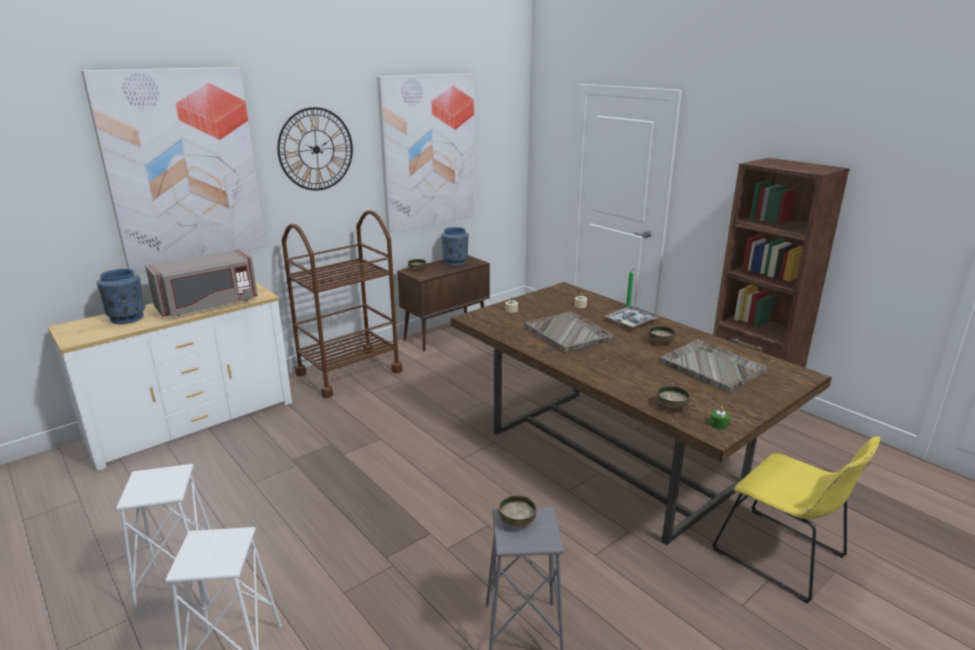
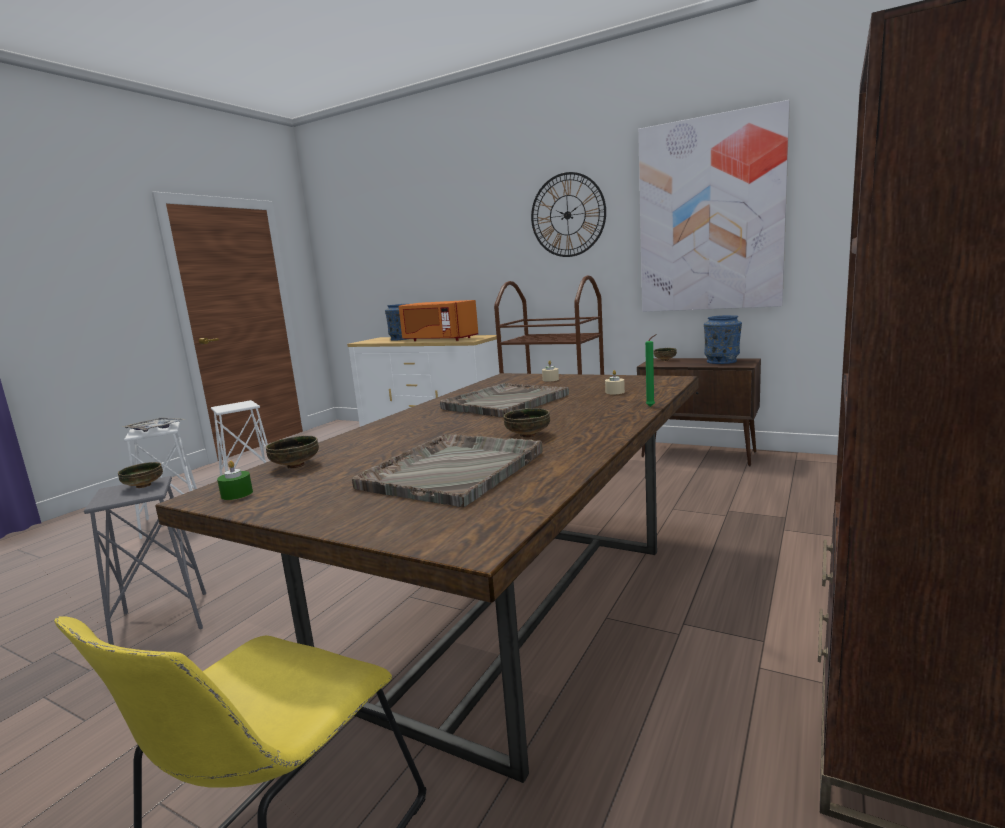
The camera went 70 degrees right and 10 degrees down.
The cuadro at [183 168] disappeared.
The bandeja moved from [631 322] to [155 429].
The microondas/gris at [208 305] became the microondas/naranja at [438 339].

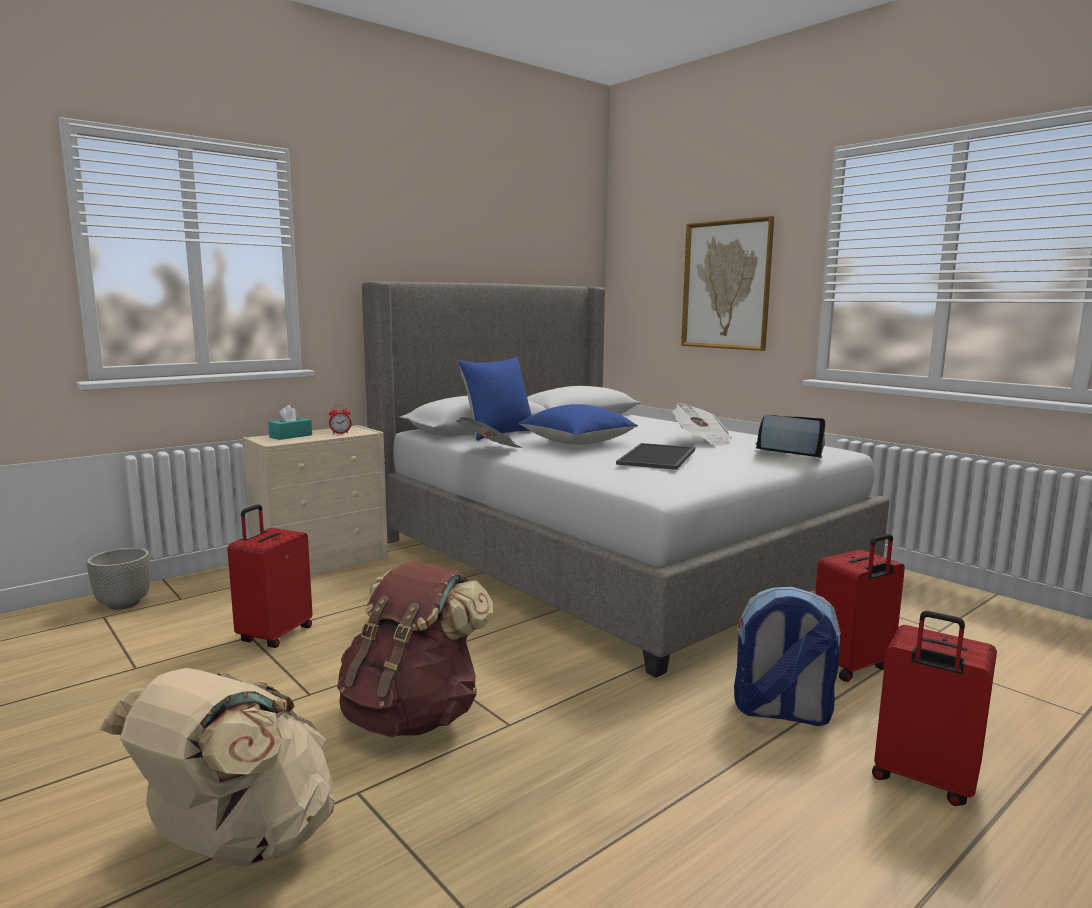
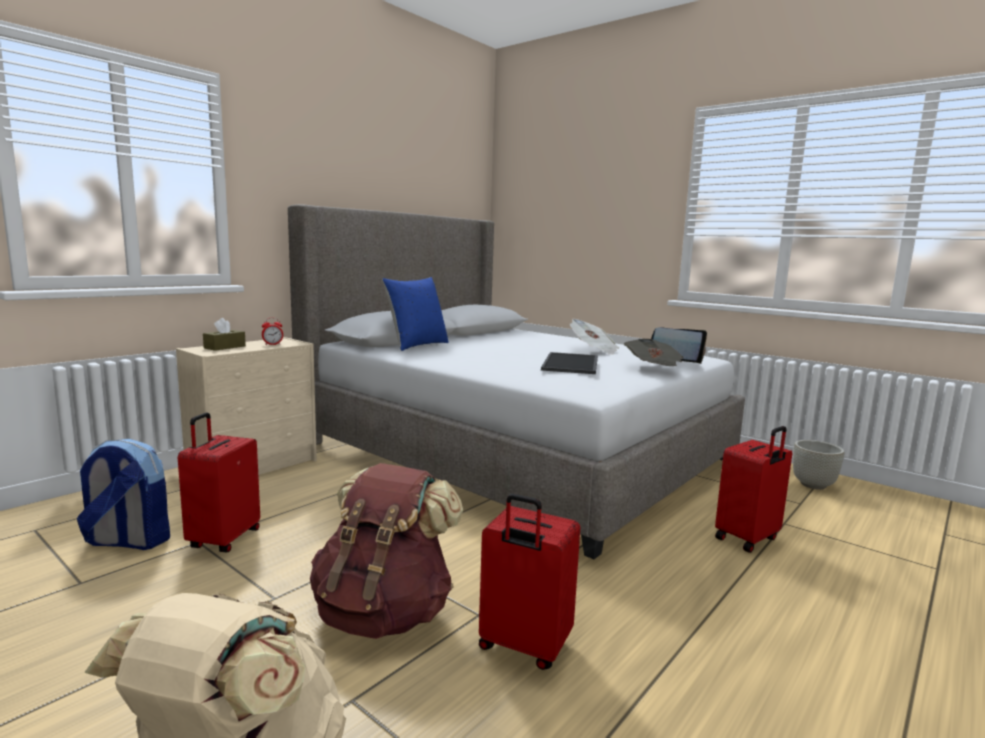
The camera went 10 degrees left and 0 degrees up.
The cojín/azul at [577 443] disappeared.
The cuadro at [726 285] disappeared.
The maceta/gris moved from [124 604] to [813 485].
The periódico moved from [490 450] to [654 369].
The mochila moved from [781 712] to [128 541].
The maleta/rojo moved from [923 781] to [523 647].
The caja de pañuelos/turquesa at [291 436] became the caja de pañuelos/marrón at [225 347].

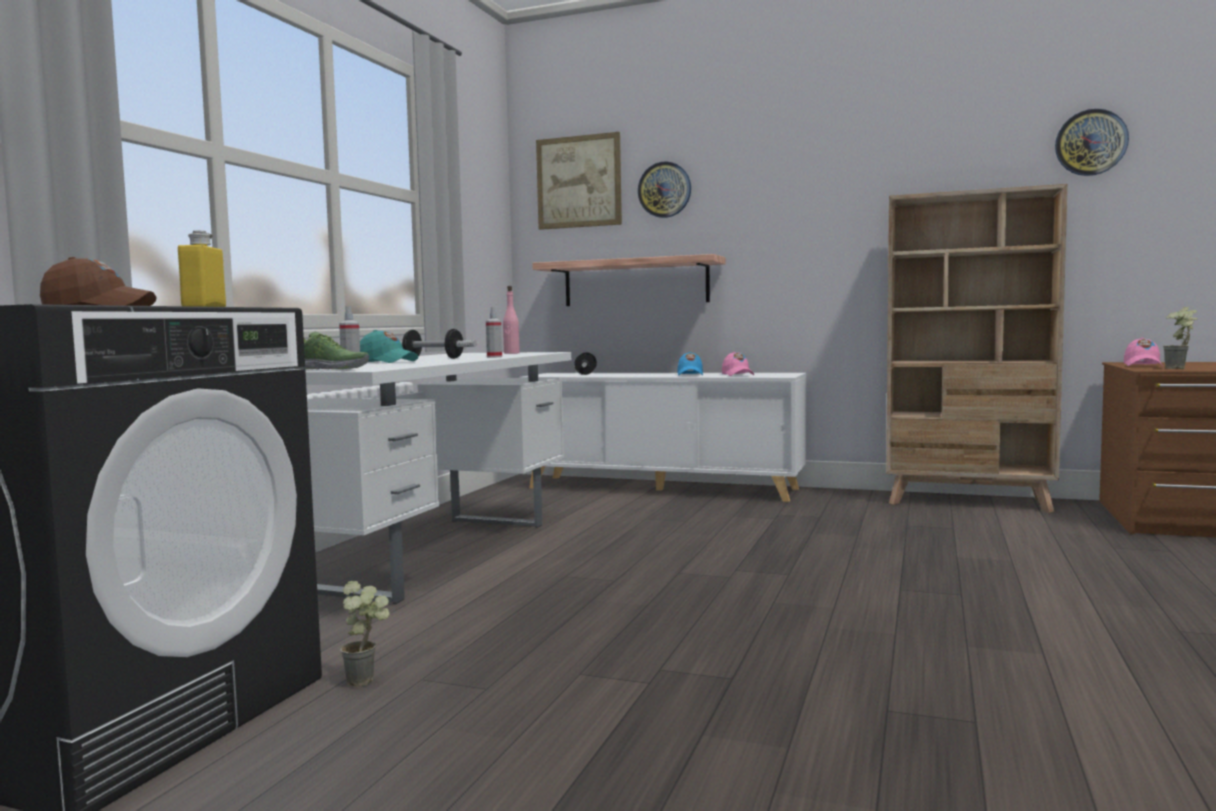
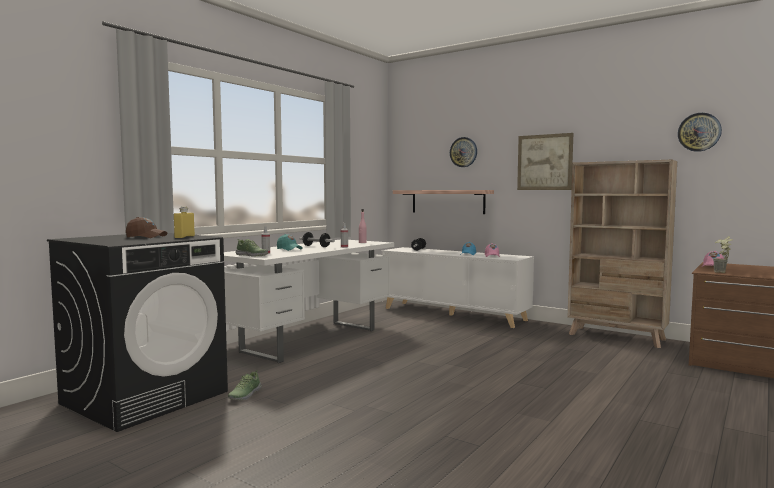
The camera went 15 degrees right and 0 degrees up.
The cuadro moved from [579 182] to [544 162].
The planta en maceta at [368 680] was replaced by the zapato at [244 395].

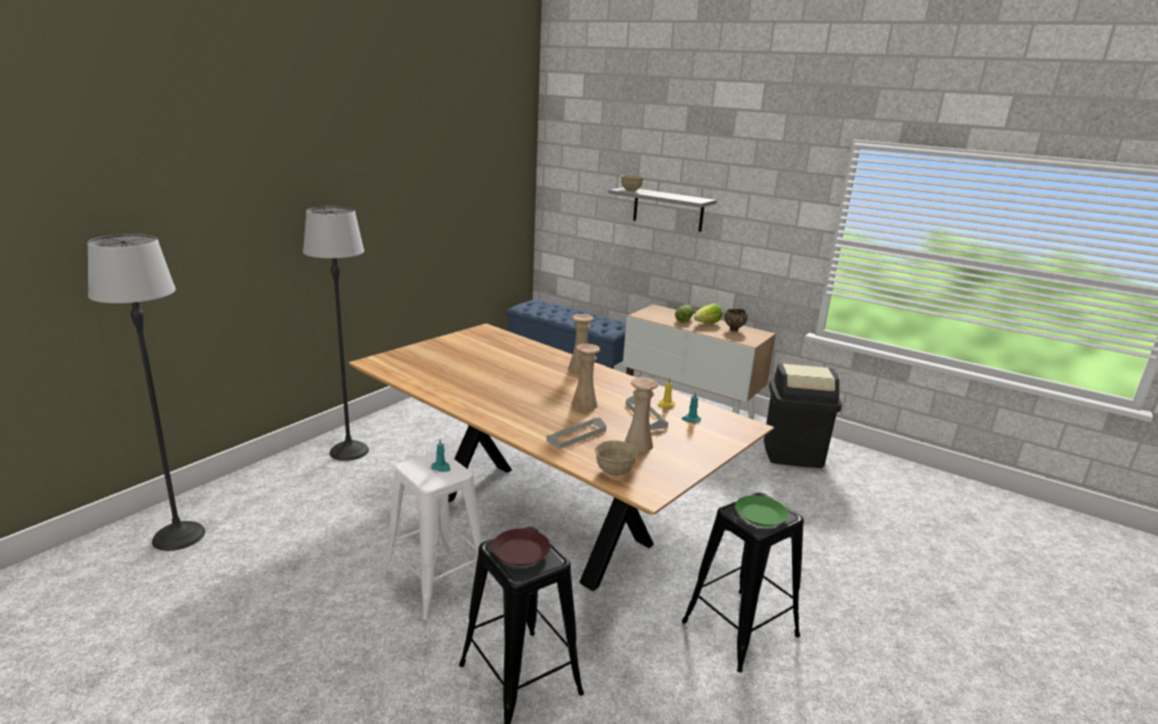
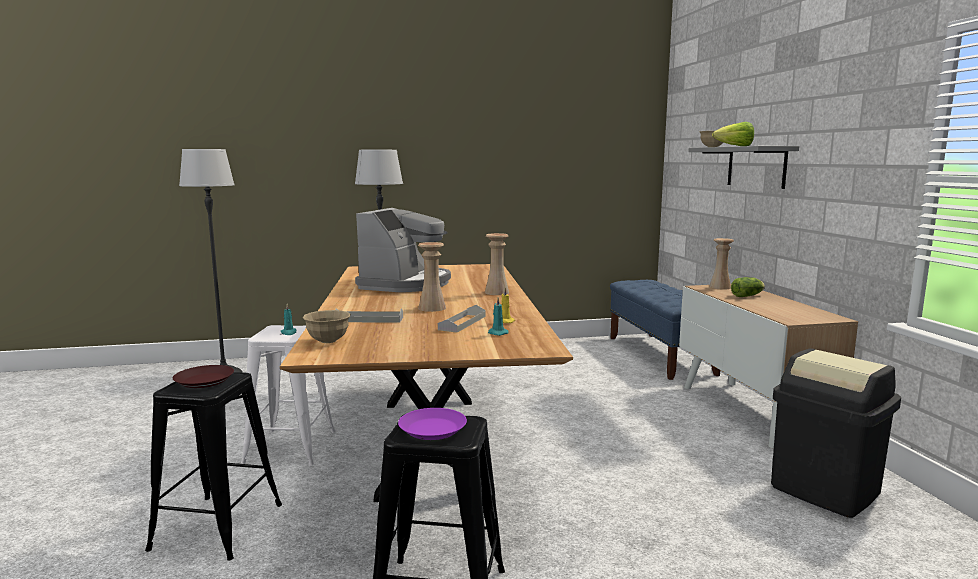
The camera went 45 degrees right and 10 degrees down.
The cuenco/marrón at [733 330] disappeared.
The cafetera at [406 284] appeared.
The florero/beis moved from [638 445] to [720 287].
The lechuga moved from [706 324] to [735 146].
The plato/verde at [760 515] became the plato/morado at [432 429].

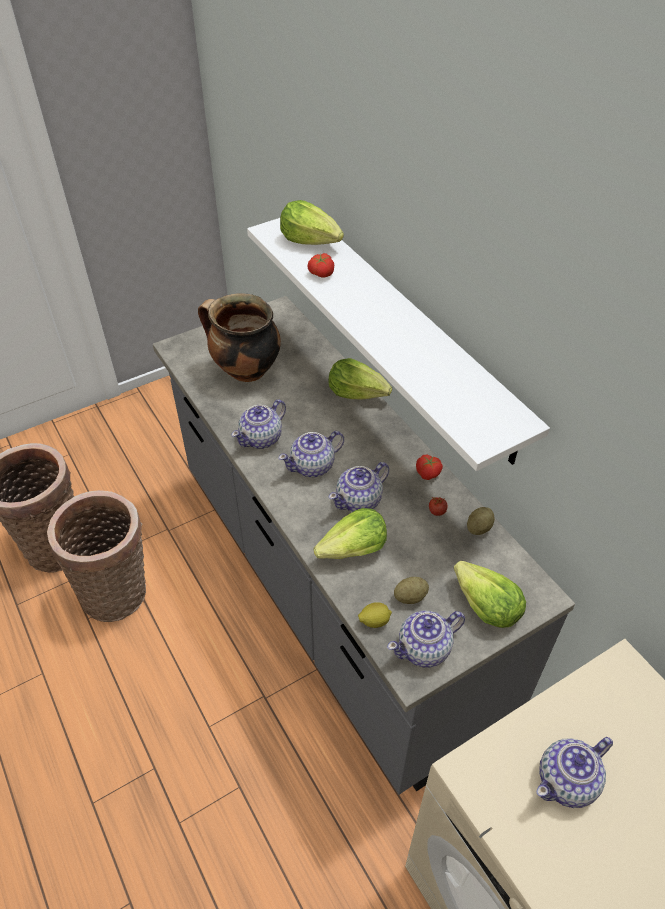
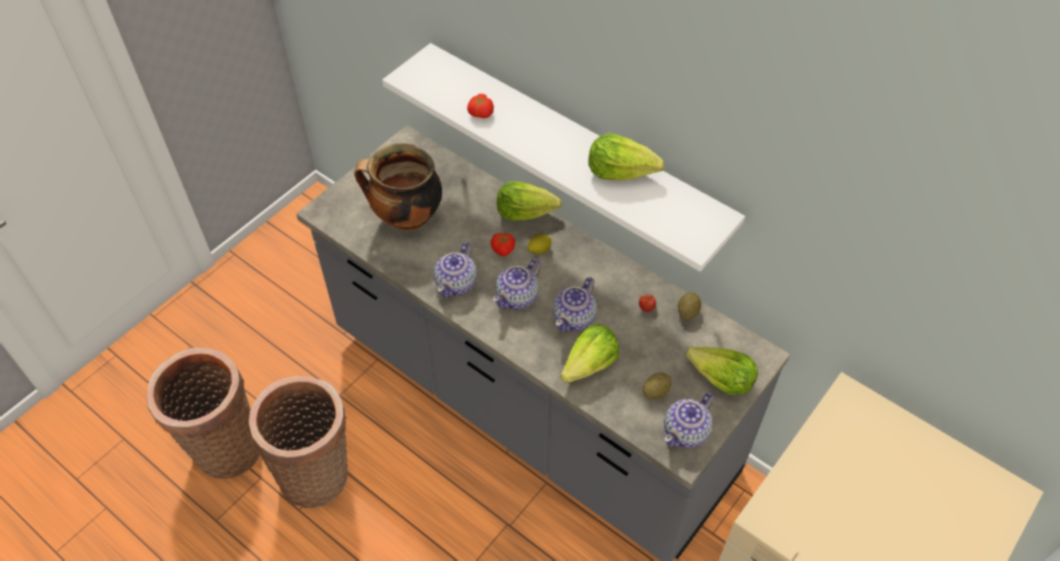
The camera went 20 degrees left and 5 degrees up.
The tetera at [567 781] disappeared.
The lechuga moved from [311 241] to [621 171].
The limón moved from [374 621] to [539 250].
The tomate moved from [428 472] to [503 249].

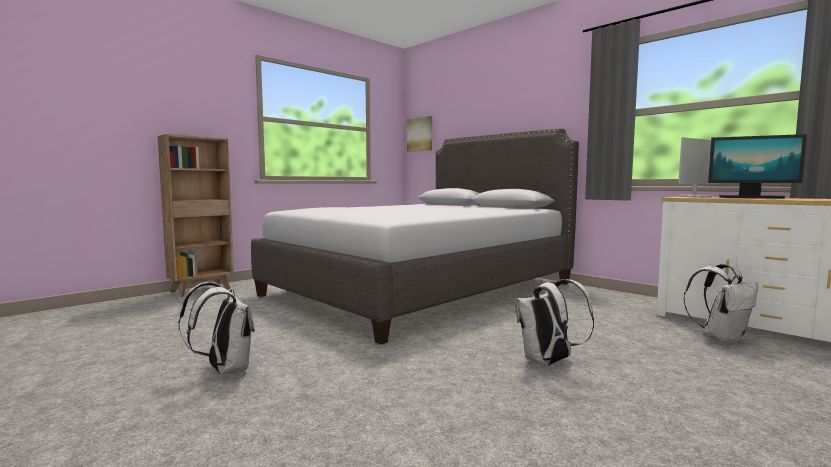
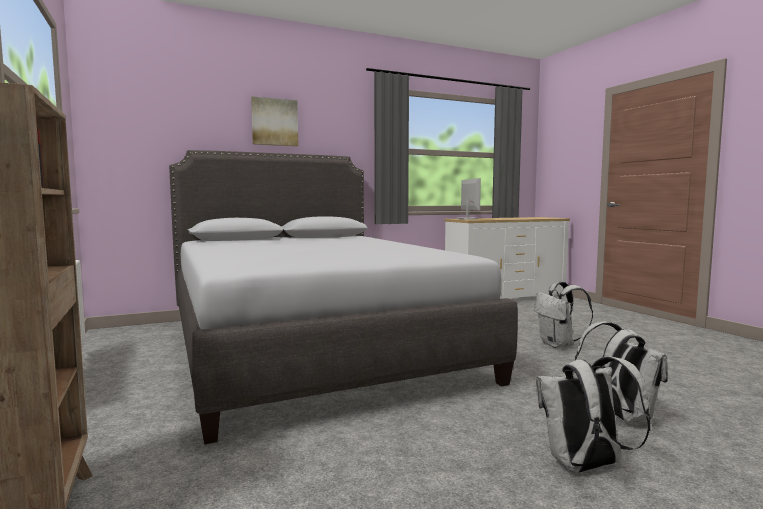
The camera went 70 degrees left and 0 degrees up.
The monitor at [752 197] disappeared.
The cuadro moved from [420 134] to [274 122].
The mochila/blanco moved from [721 339] to [620 416].

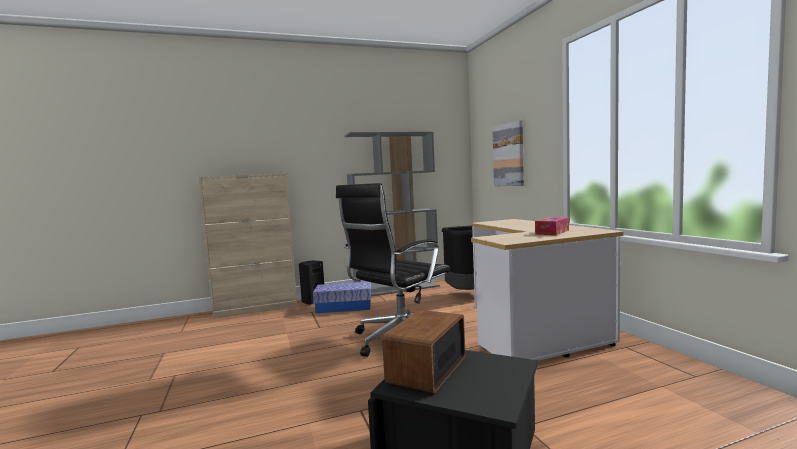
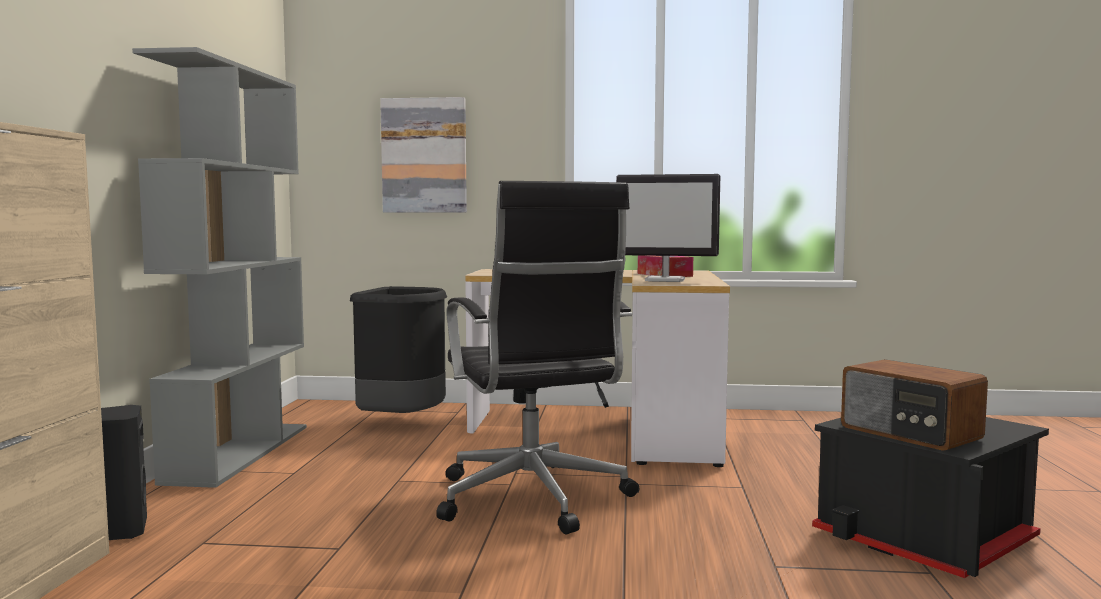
The camera went 65 degrees left and 0 degrees up.
The caja de almacenaje at [344 307] disappeared.
The monitor at [666 280] appeared.

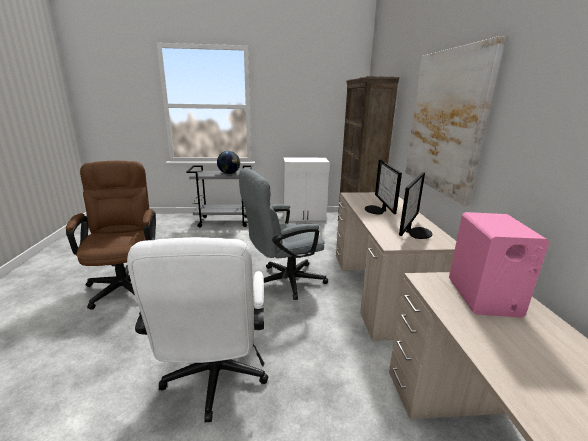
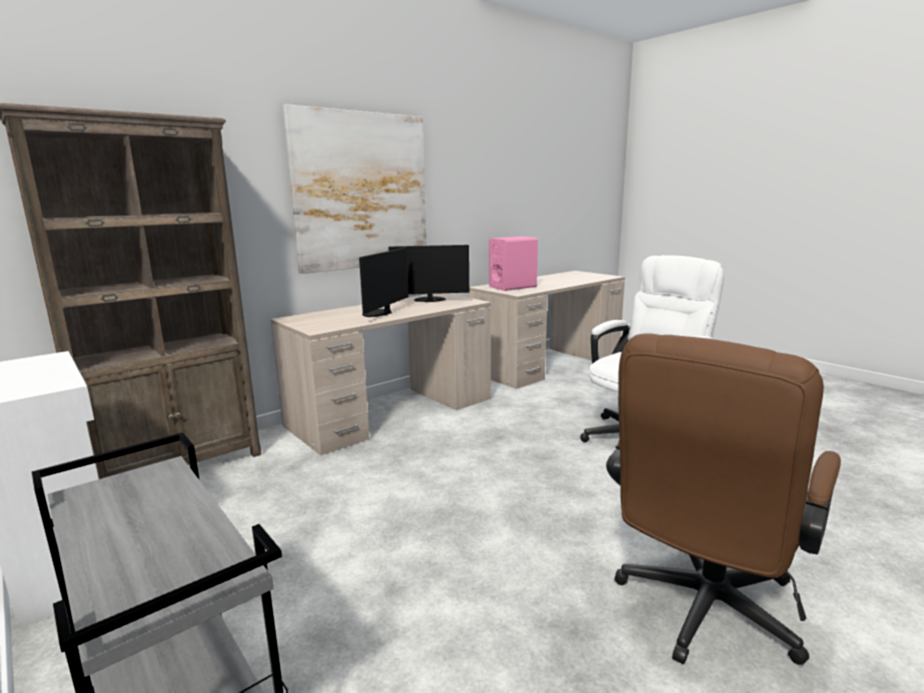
The camera went 125 degrees left and 5 degrees down.
The globo terráqueo at [229 173] disappeared.
The silla de oficina/gris at [283 281] disappeared.
The monitor at [377 210] turned 150 degrees clockwise.

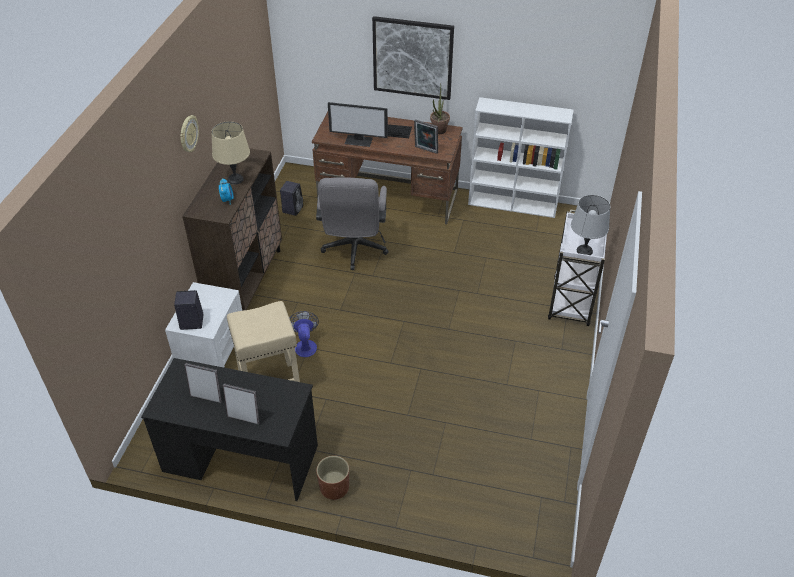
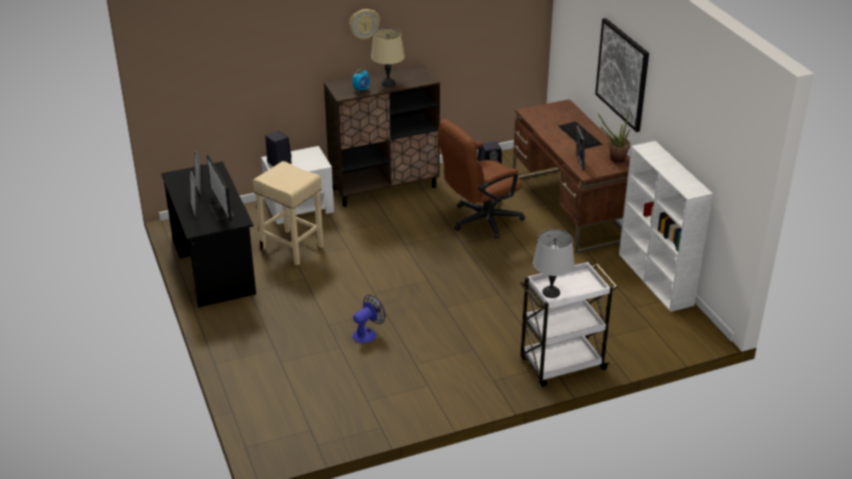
The camera went 55 degrees right and 10 degrees down.
The maceta/marrón at [334 487] disappeared.
The ventilador moved from [305 345] to [367 333].
The monitor moved from [359 140] to [222 211].
The silla de oficina/gris at [354 250] became the silla de oficina/marrón at [480 221].

